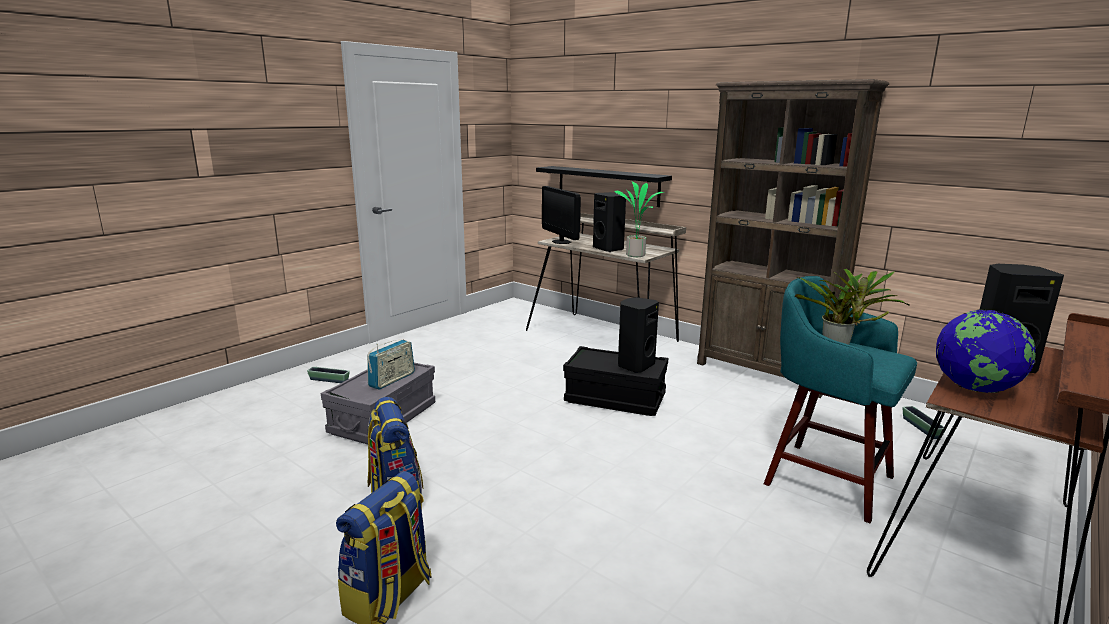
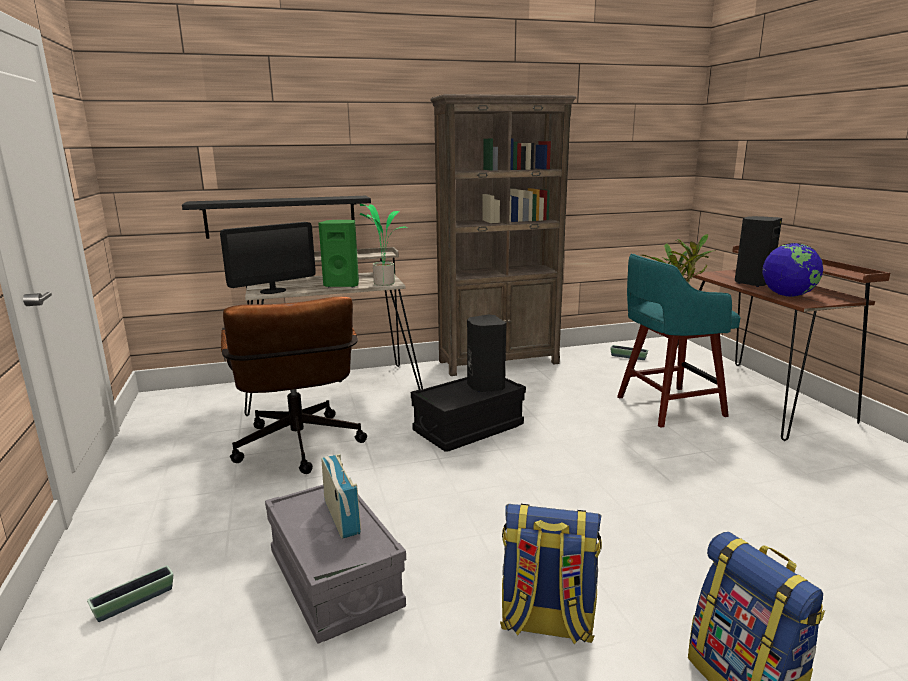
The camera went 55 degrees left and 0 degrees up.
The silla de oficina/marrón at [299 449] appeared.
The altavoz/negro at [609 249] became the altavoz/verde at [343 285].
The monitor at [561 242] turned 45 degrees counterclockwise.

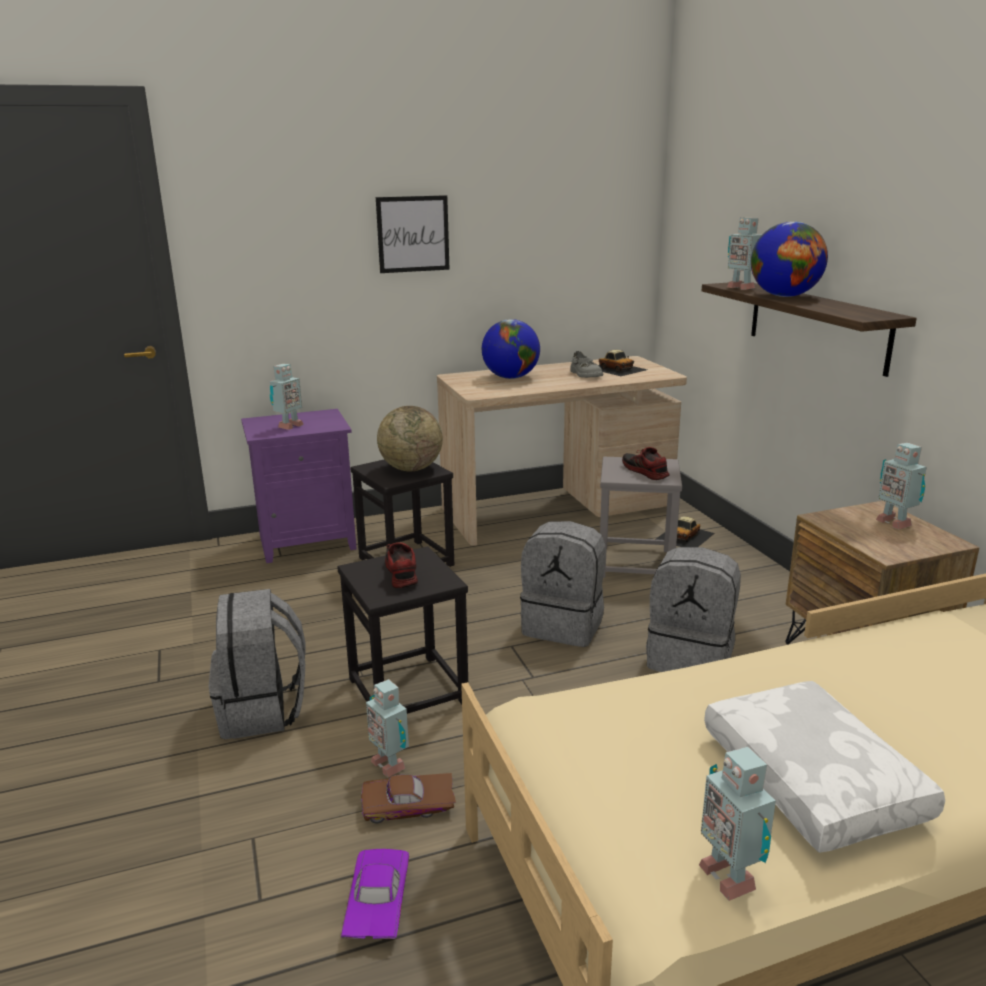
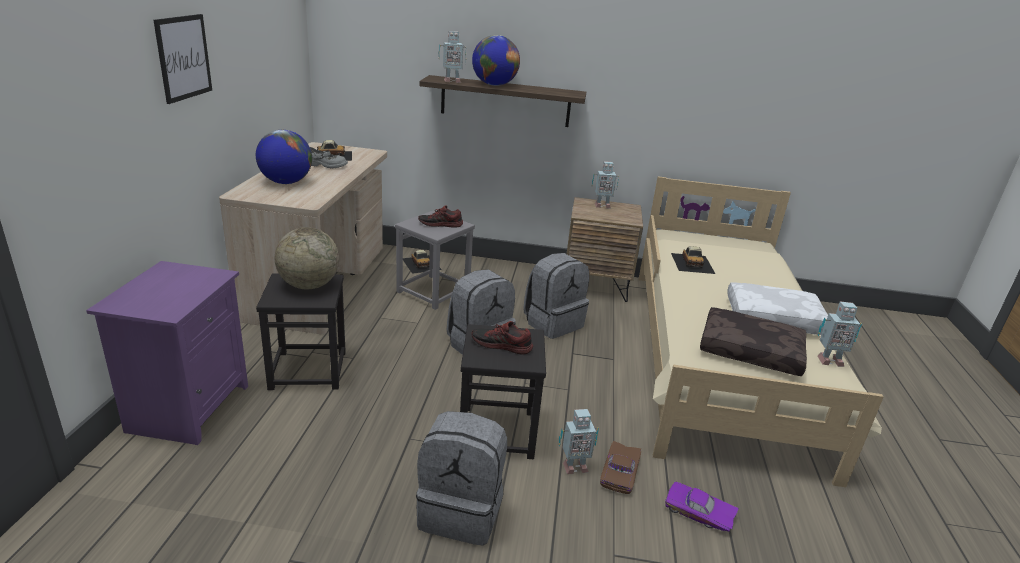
The camera went 65 degrees left and 5 degrees up.
The robot de juguete at [288 426] disappeared.
The coche de juguete at [692 263] appeared.
The cojín/marrón at [751 351] appeared.

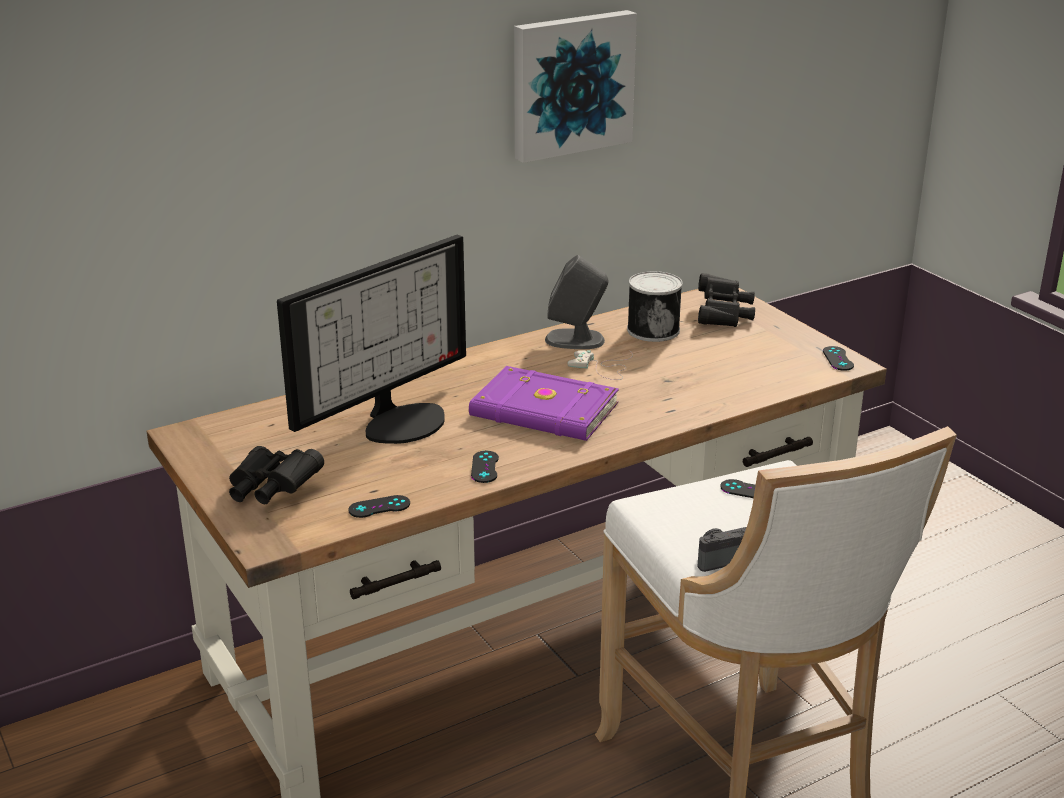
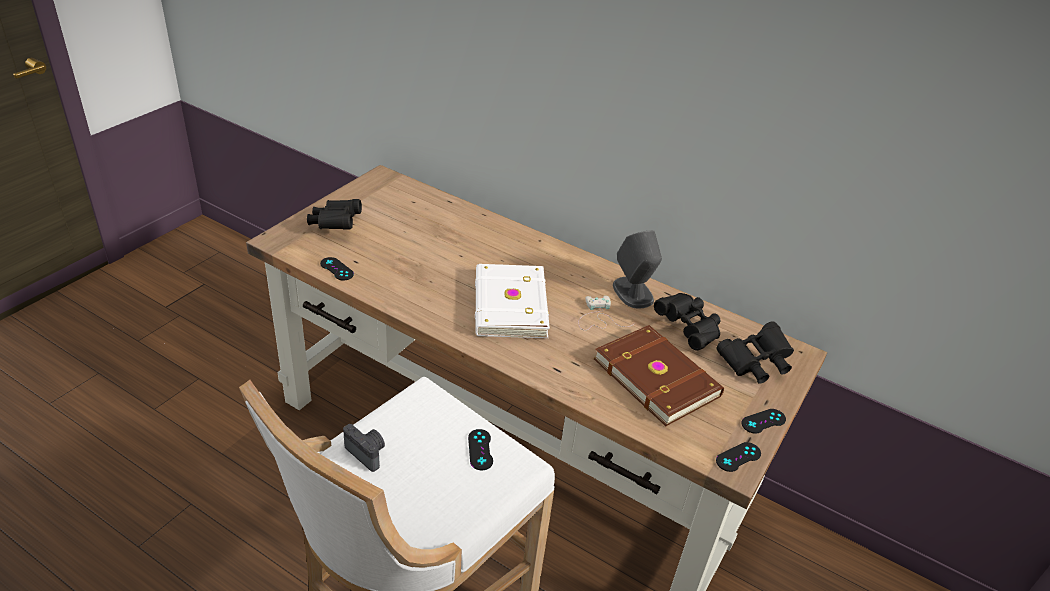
The camera went 60 degrees right and 10 degrees up.
The monitor at [400 420] disappeared.
The cuadro at [571 84] disappeared.
The libro/marrón at [657 376] appeared.
The mando de consola/negro moved from [485 467] to [763 421].
The lata at [653 329] was replaced by the prismáticos/negro at [688 329].
The libro/morado at [544 411] became the libro/blanco at [508 305].

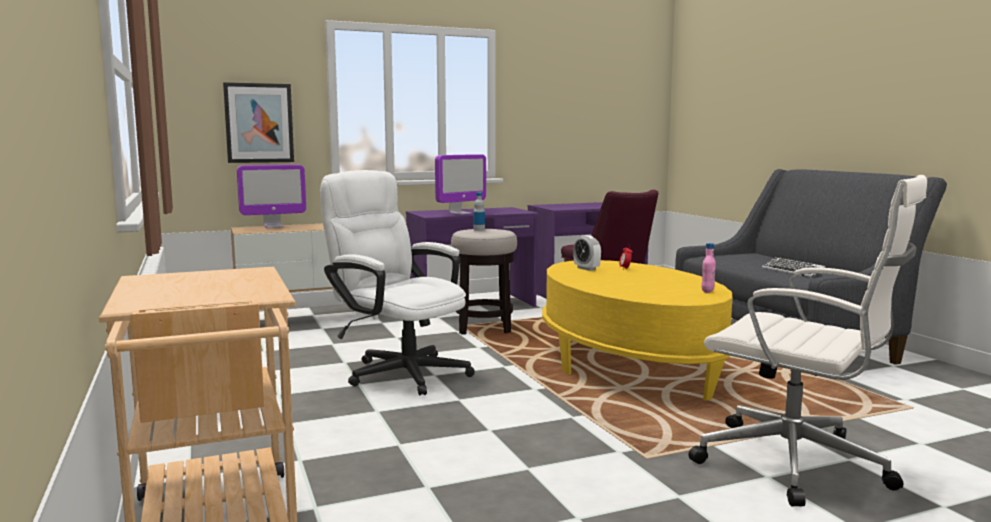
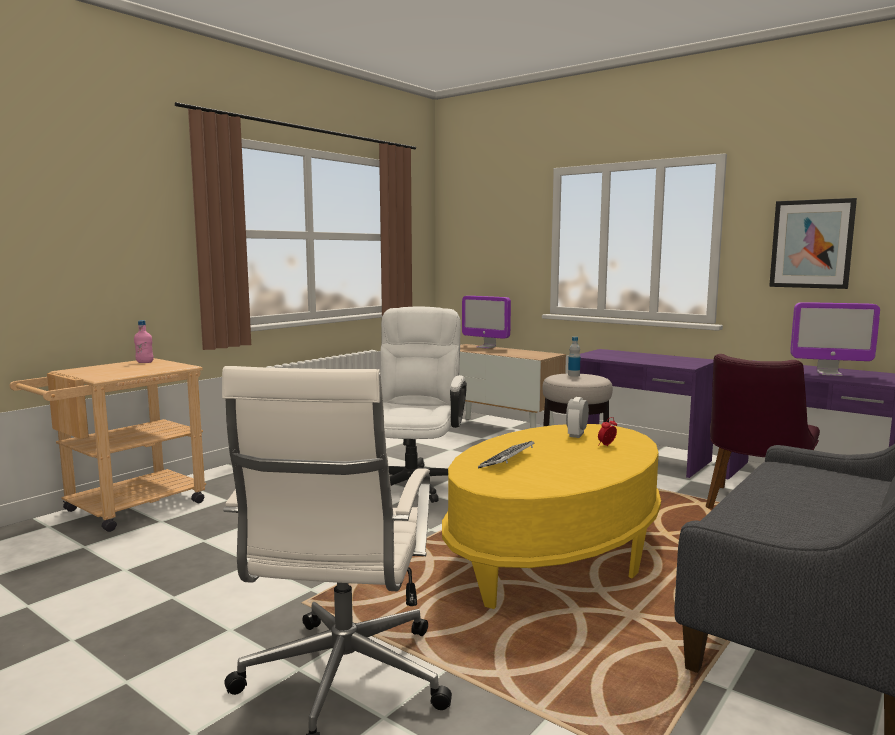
The camera went 60 degrees right and 0 degrees up.
The cuadro moved from [259 123] to [811 244].
The monitor moved from [460 213] to [829 373].
The botella/rosa moved from [707 291] to [144 362].
The teclado moved from [792 271] to [507 460].

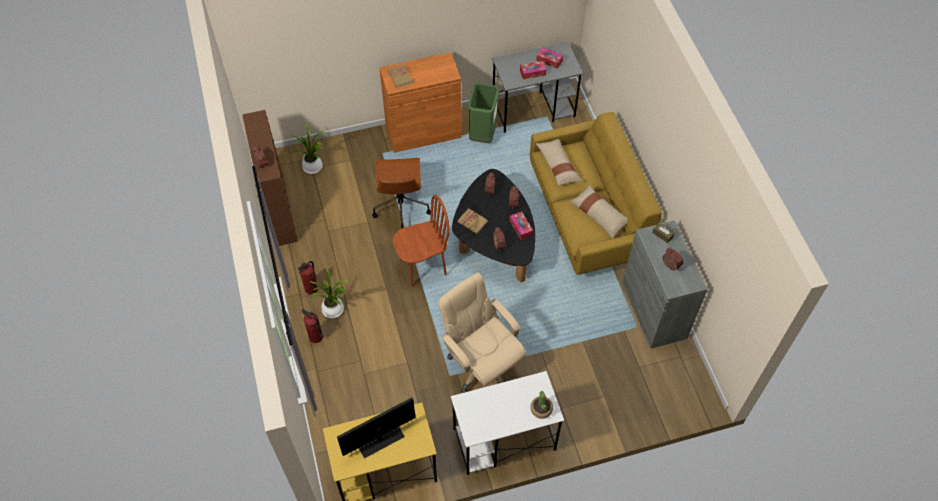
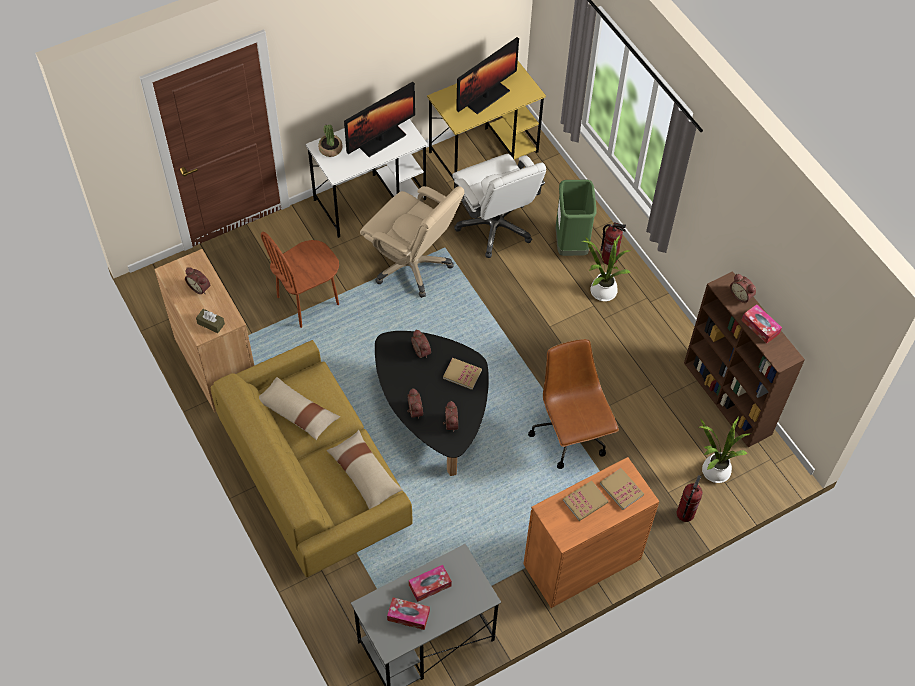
The camera went 165 degrees right and 0 degrees up.
The monitor at [381 139] appeared.
The silla de oficina/blanco at [495 227] appeared.
The libro at [585 501] appeared.
The extintor moved from [311 289] to [685 513].
The silla/marrón moved from [423 267] to [308 301].
The papelera/verde moved from [482 135] to [570 245].
The caja de pañuelos moved from [521 227] to [760 327].
The armario/gris at [654 310] became the armario/marrón at [216 365].

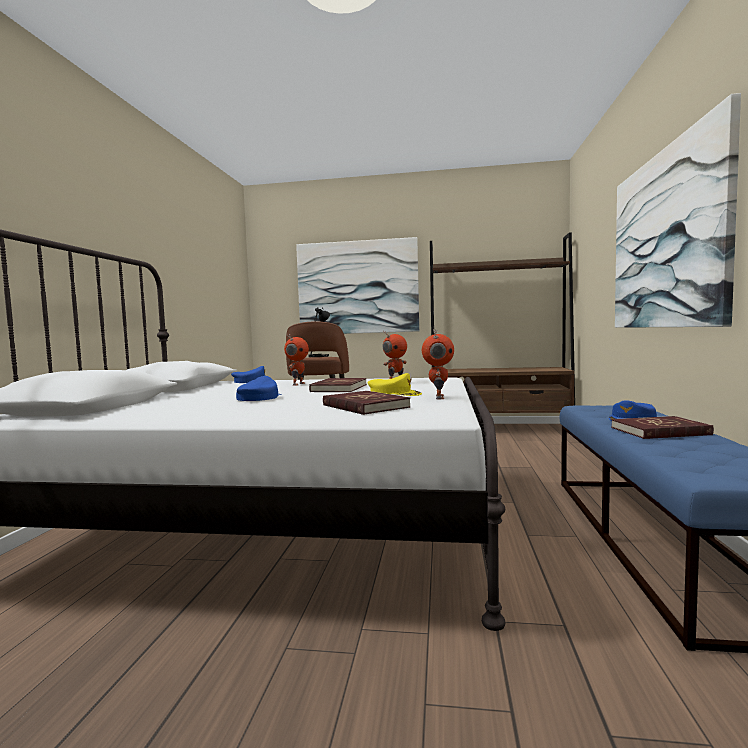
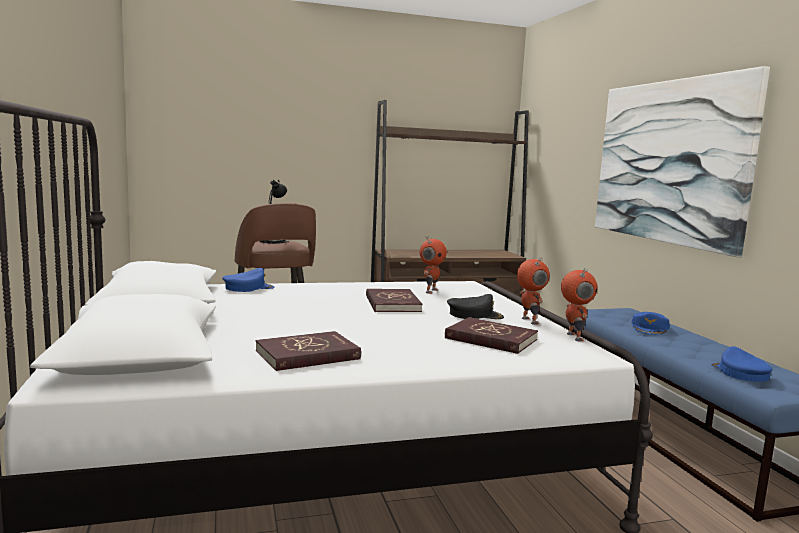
The camera went 25 degrees left and 5 degrees up.
The cuadro at [357 287] disappeared.
The gorra/azul moved from [259 398] to [740 373].
The robot de juguete moved from [297 384] to [573 337].
The libro/rojo moved from [660 431] to [307 355].
The gorra/amarillo at [394 394] became the gorra/negro at [474 315].

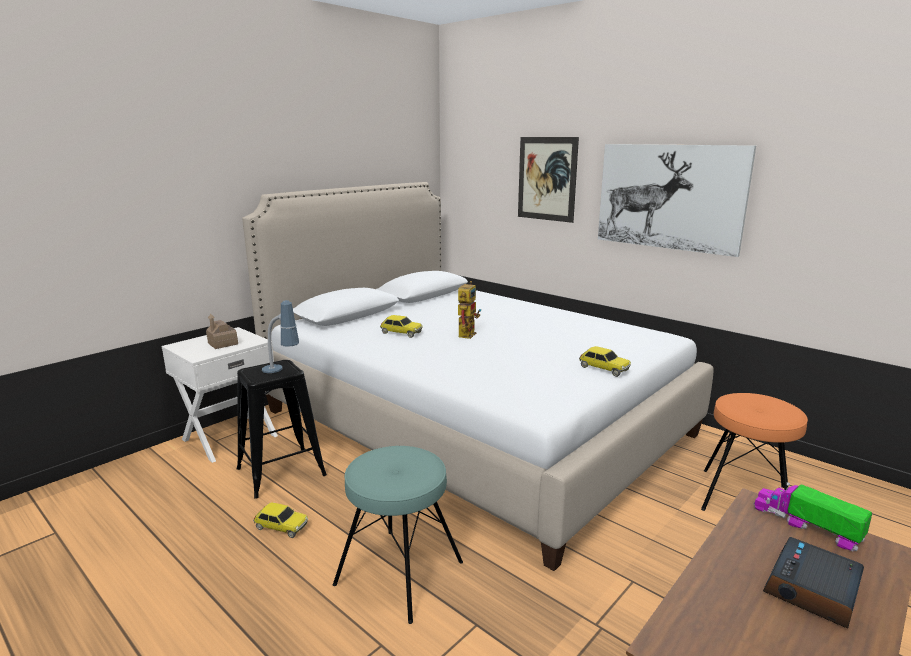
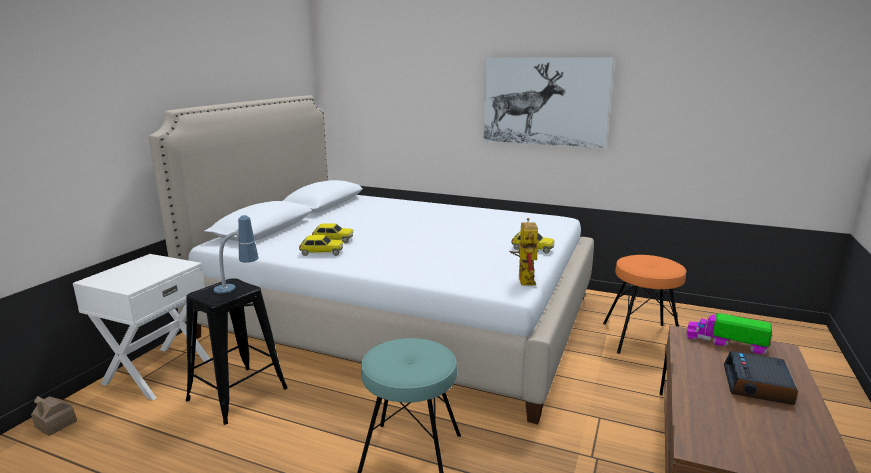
The camera went 20 degrees left and 0 degrees up.
The cuadro at [547 179] disappeared.
The casita moved from [223 344] to [56 424].
The coche de juguete moved from [281 527] to [321 252].
The robot de juguete moved from [467 333] to [523 279].

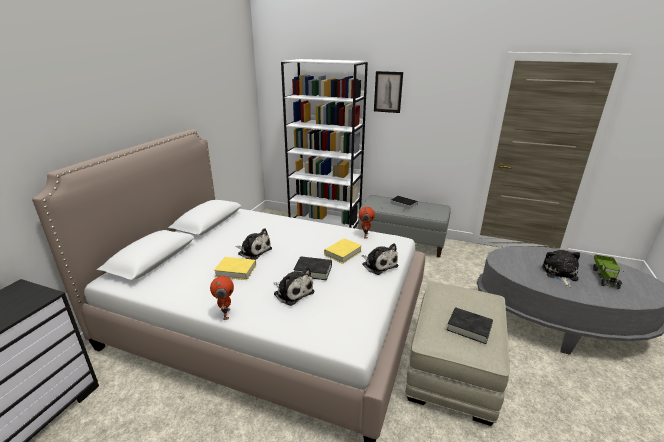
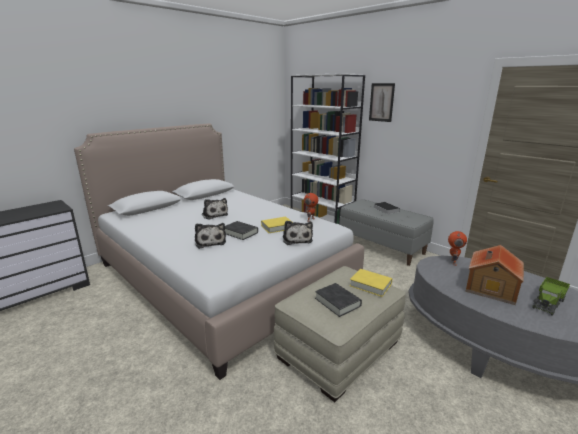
The camera went 25 degrees right and 5 degrees down.
The robot de juguete moved from [225 314] to [452 262].
The libro/amarillo moved from [236 271] to [370 285].
The peluche at [559 274] was replaced by the casita at [490 288].

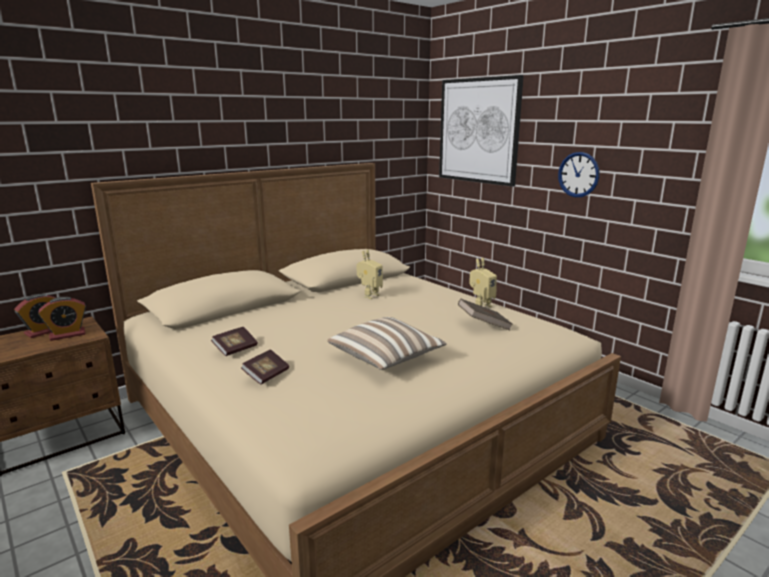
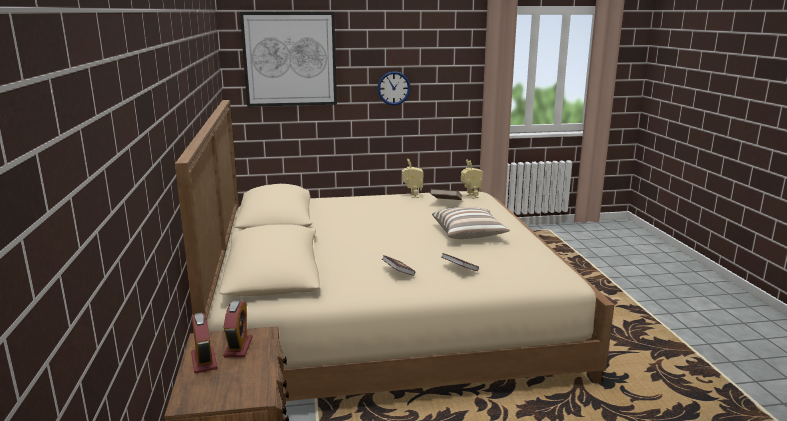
The camera went 60 degrees left and 0 degrees up.
The robot de juguete moved from [369 295] to [470 197].

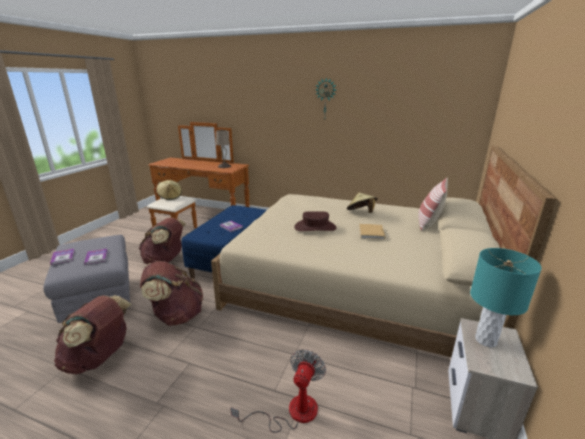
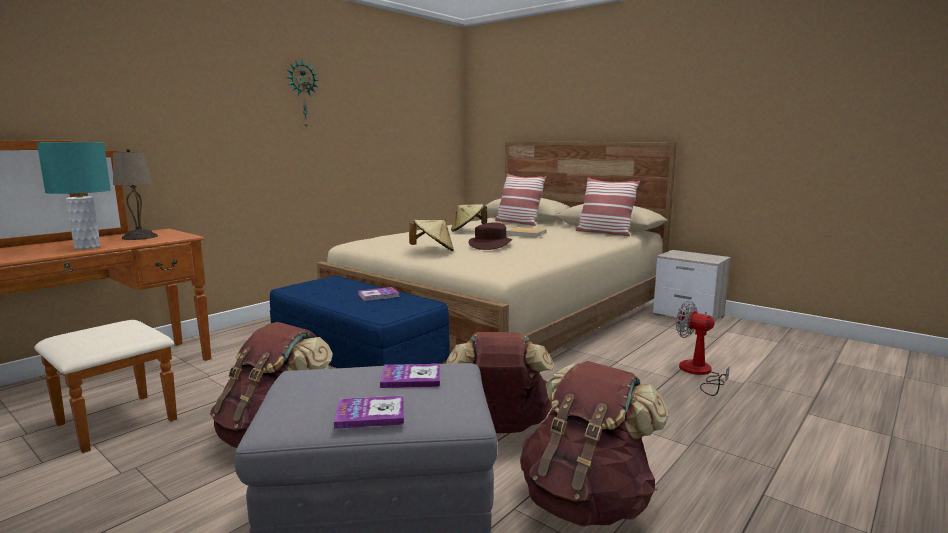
The camera went 70 degrees left and 10 degrees down.
The cojín at [604 233] appeared.
The sombrero/beis moved from [170 197] to [433 251].
The lámpara de mesa/turquesa moved from [485 340] to [87 247].

